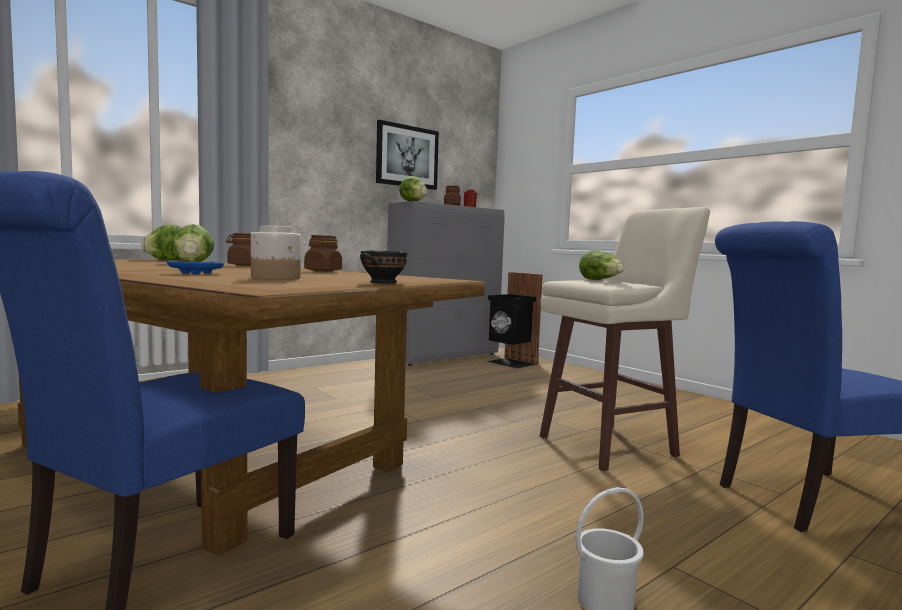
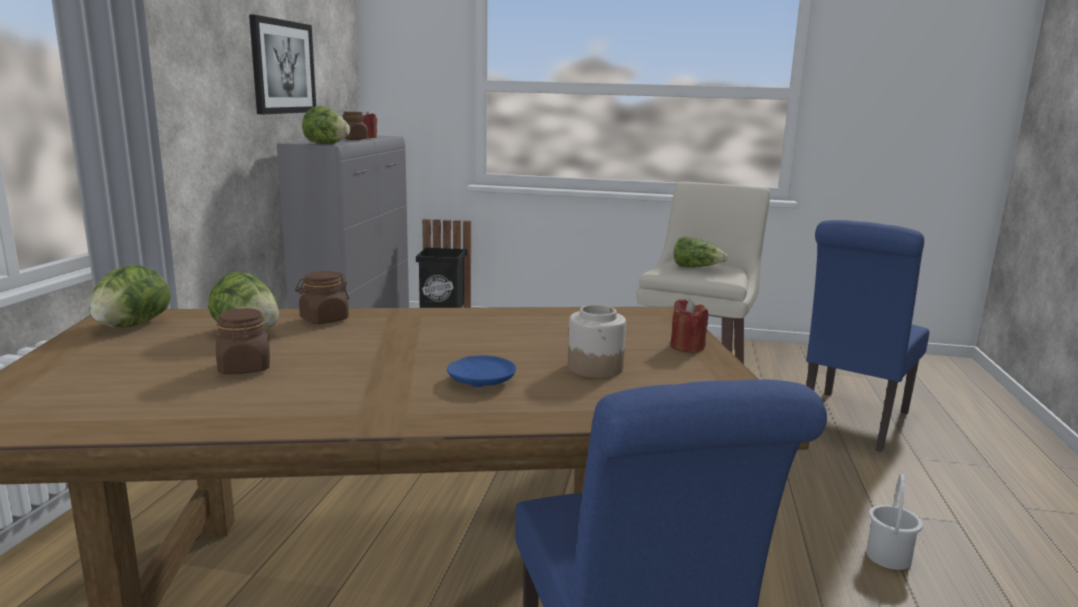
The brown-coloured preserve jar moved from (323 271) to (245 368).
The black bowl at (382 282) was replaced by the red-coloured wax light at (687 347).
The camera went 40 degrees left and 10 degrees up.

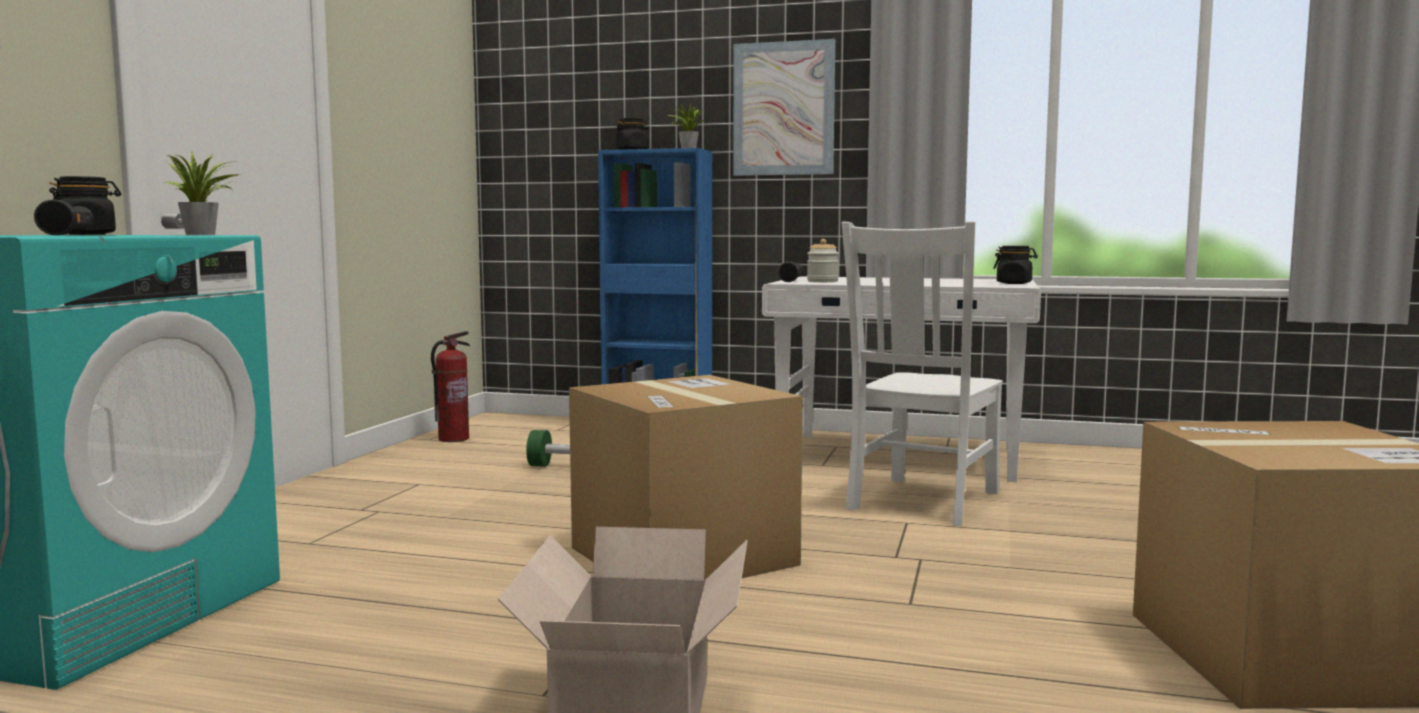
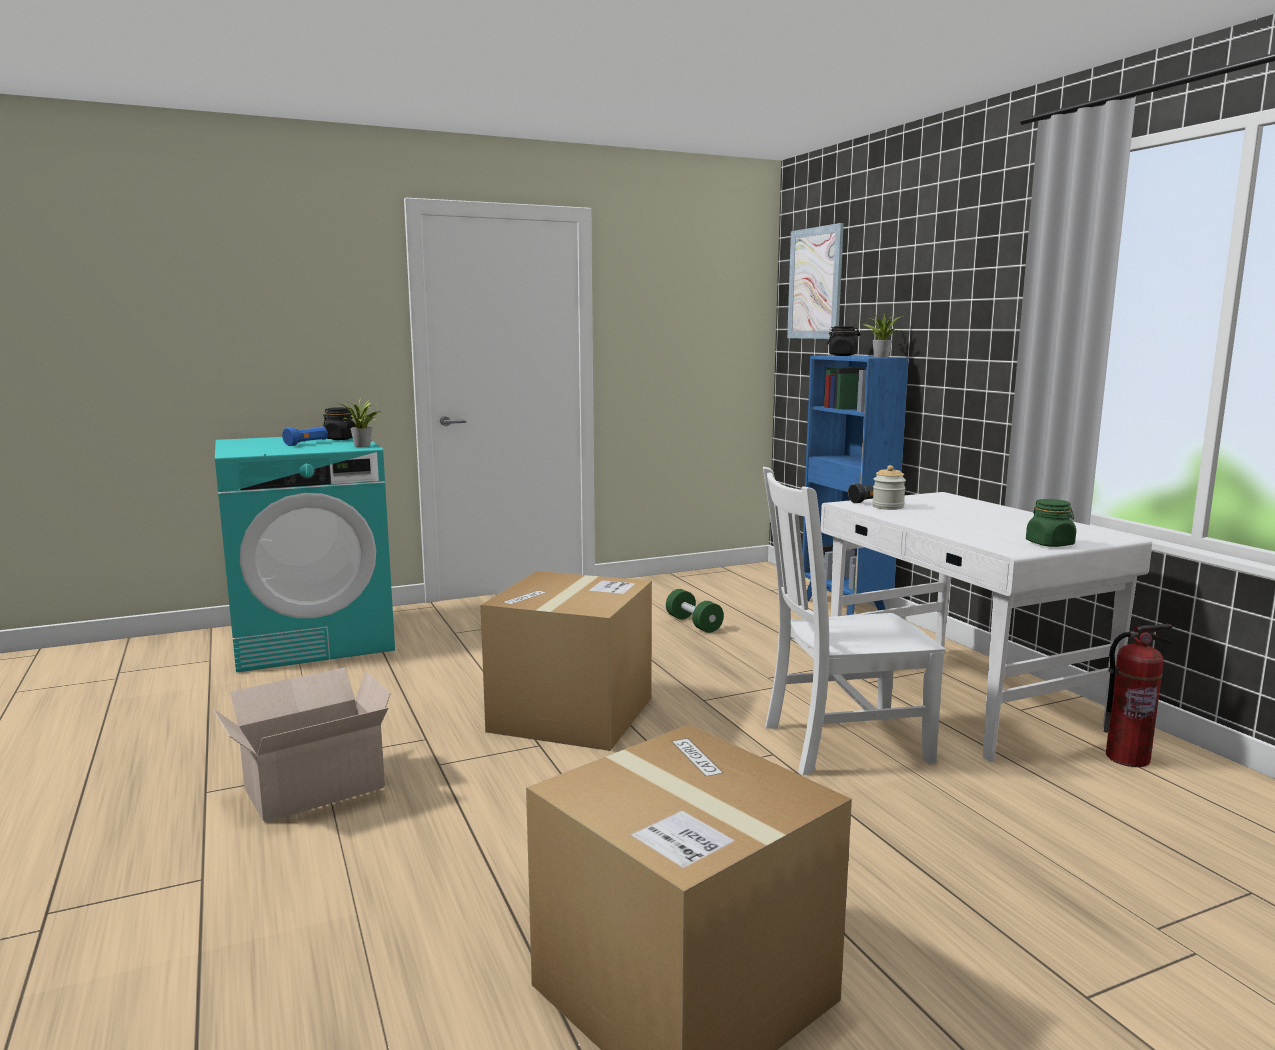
The black flashlight at (69 235) became the bluish flashlight at (307 443).
The wall picture moved from (783 109) to (815 283).
The black preserve jar at (1014 283) became the greenish preserve jar at (1050 544).
The fire-fighting cylinder moved from (453 439) to (1127 758).
The camera went 50 degrees right and 5 degrees up.

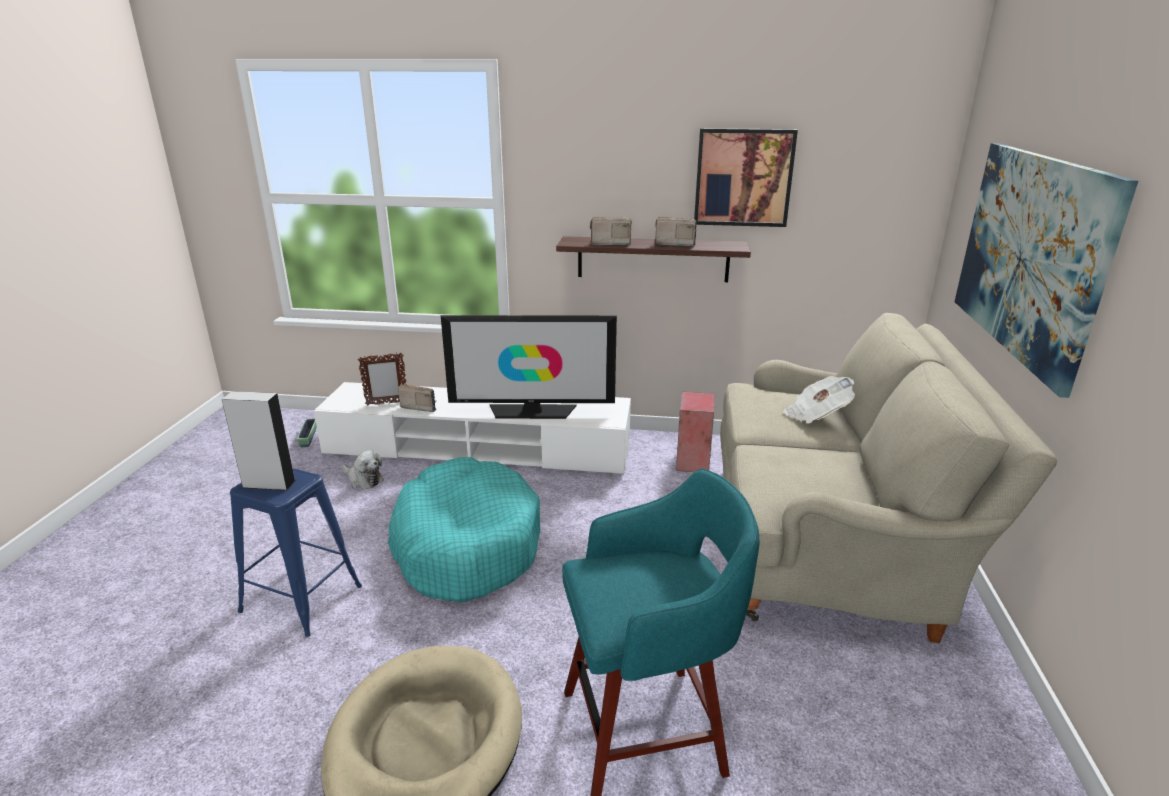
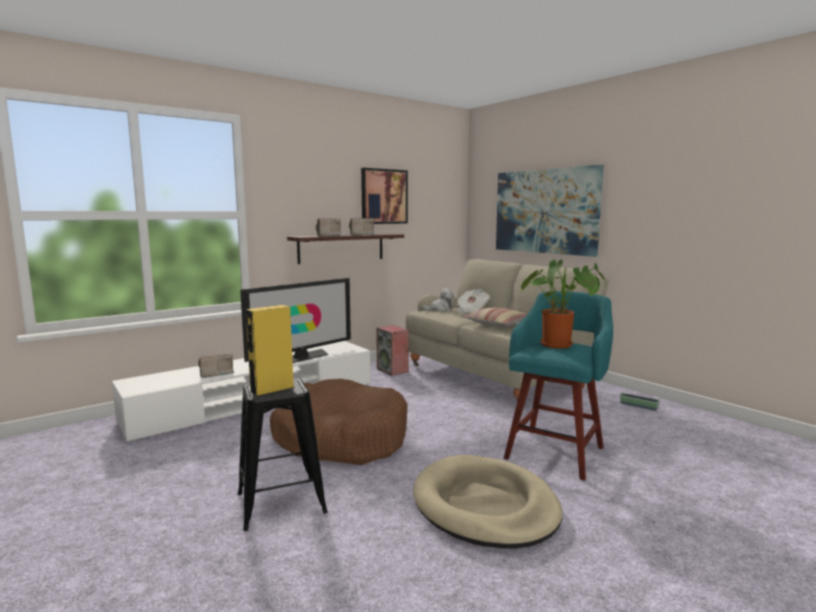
The bluish sitting stool at (301 599) became the black sitting stool at (281 503).
The gray loudspeaker at (269 484) became the yellow-coloured loudspeaker at (272 389).
The blue-green pet bed at (466 545) became the brown-coloured pet bed at (340 438).
The cuddly toy moved from (363 479) to (440 309).
The pillow at (497 324) appeared.
The plant in a pot at (560 345) appeared.
The flower pot moved from (308 437) to (638 406).
The photo frame at (386 403) disappeared.
The camera went 45 degrees left and 15 degrees down.

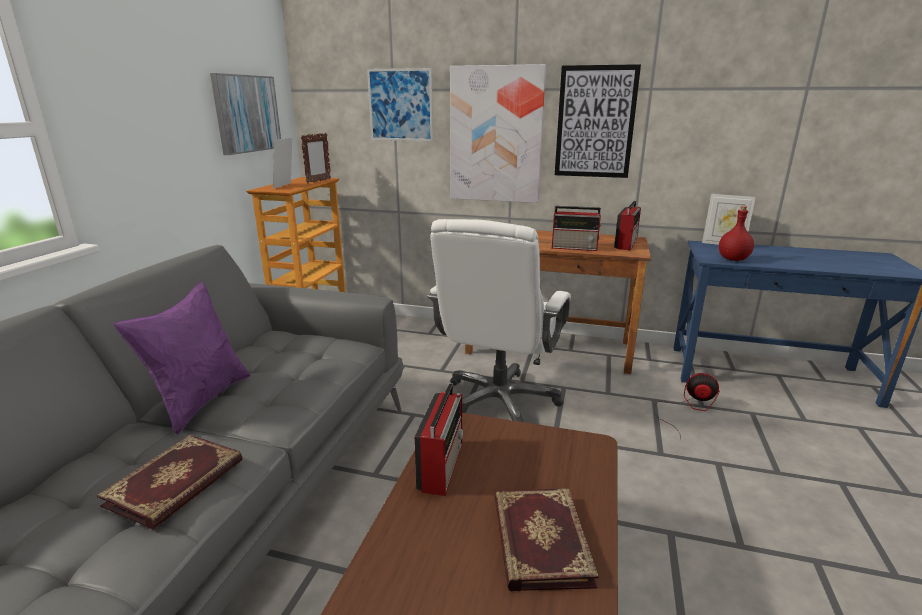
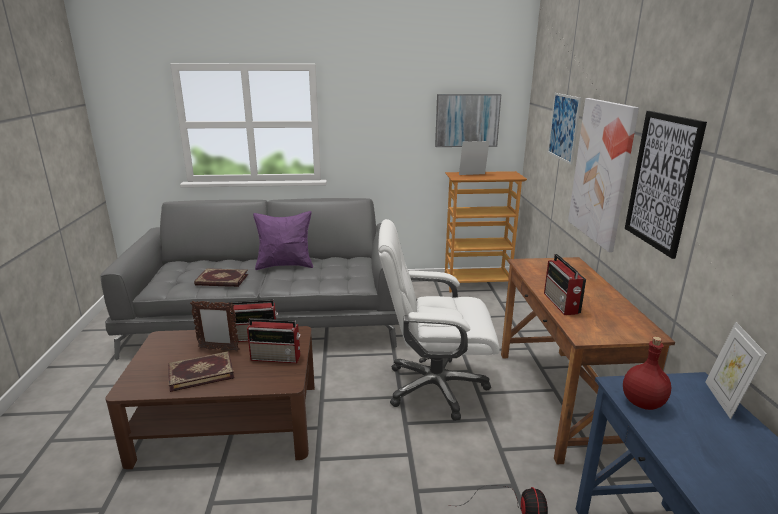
The photo frame moved from (318 181) to (218 349).
The radio set moved from (626 244) to (277 357).
The camera went 70 degrees right and 0 degrees up.

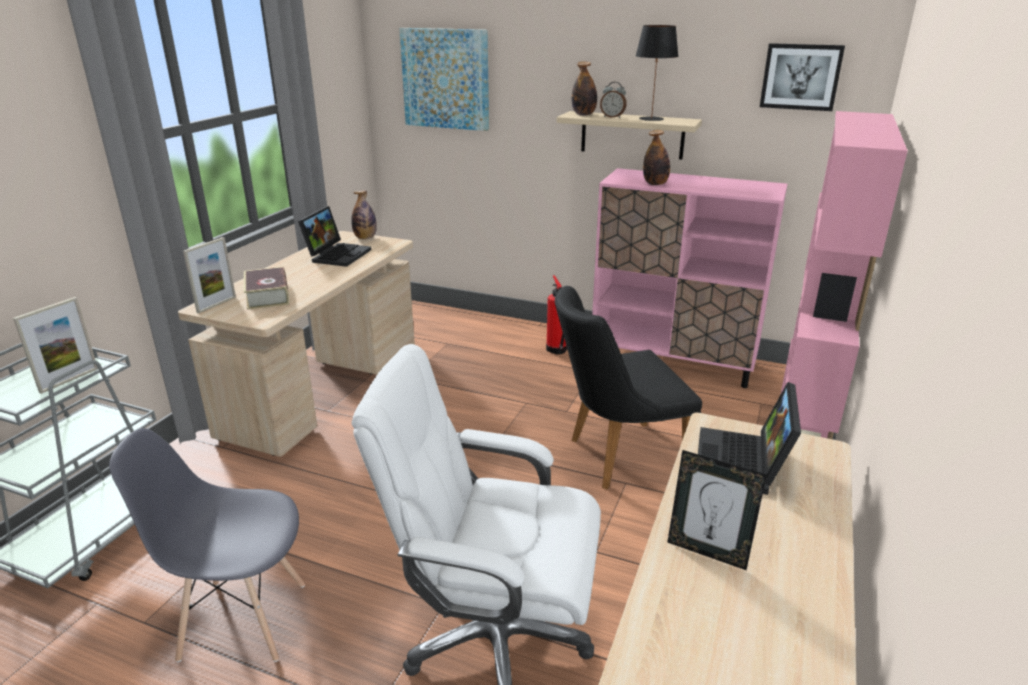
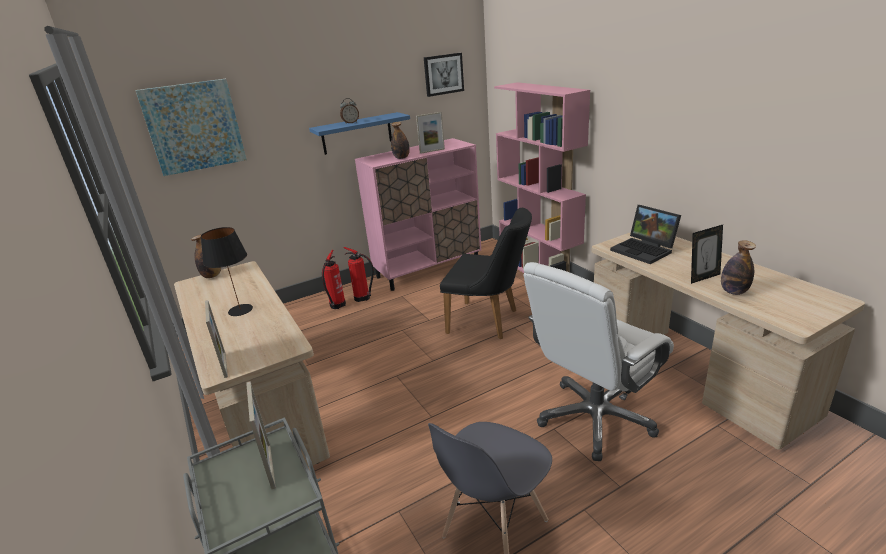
The black table lamp moved from (651 119) to (240 310).
The beige bracket shelf at (632 135) became the bluish bracket shelf at (357 133).
The fire-fighting cylinder at (336 306) appeared.
The photo frame at (432 151) appeared.
The black chair at (615 457) turned 90 degrees counterclockwise.
The beverage bottle moved from (583 114) to (733 291).
The bound book at (267 295) disappeared.
The laptop at (337 254) disappeared.
The camera went 50 degrees left and 0 degrees up.

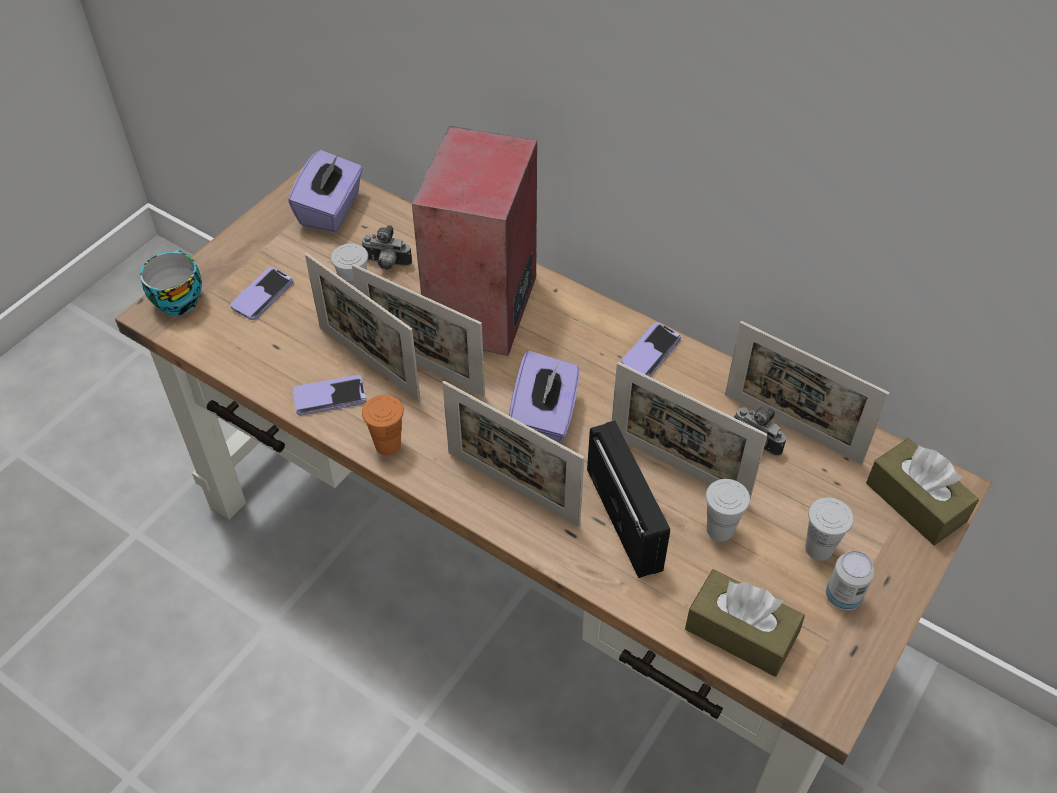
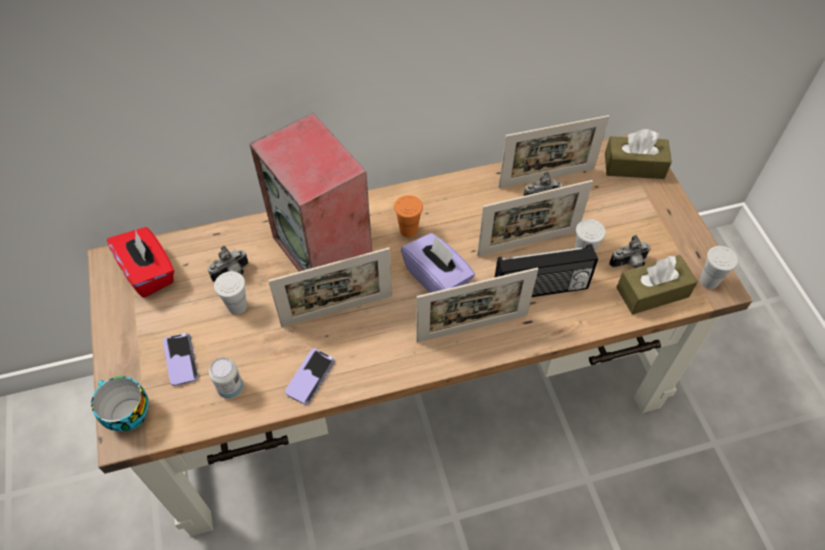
The purple tissue box at (331 210) became the red-coloured tissue box at (149 272).
The can moved from (843 596) to (230 388).
The orange-coloured small cup moved from (388 445) to (408 230).
The radio set at (626 519) turned 150 degrees clockwise.
The photo camera at (629 264) appeared.
The white-coloured small cup moved from (819 548) to (709 281).
The photo frame at (368 363) disappeared.
The phone at (651 352) disappeared.
The camera went 50 degrees left and 5 degrees up.

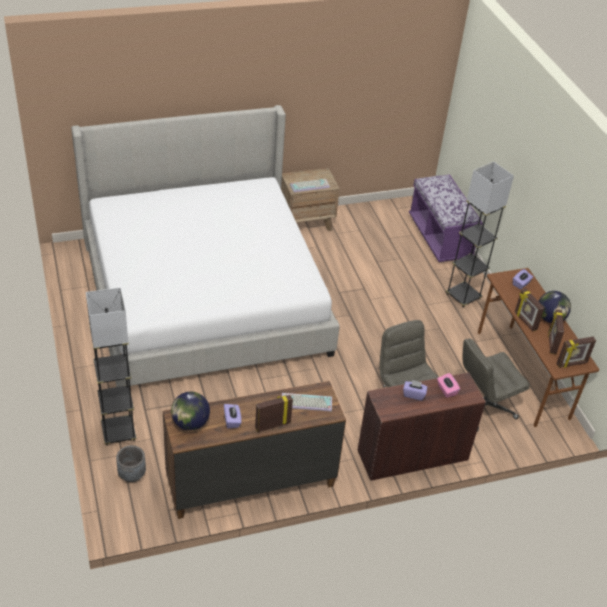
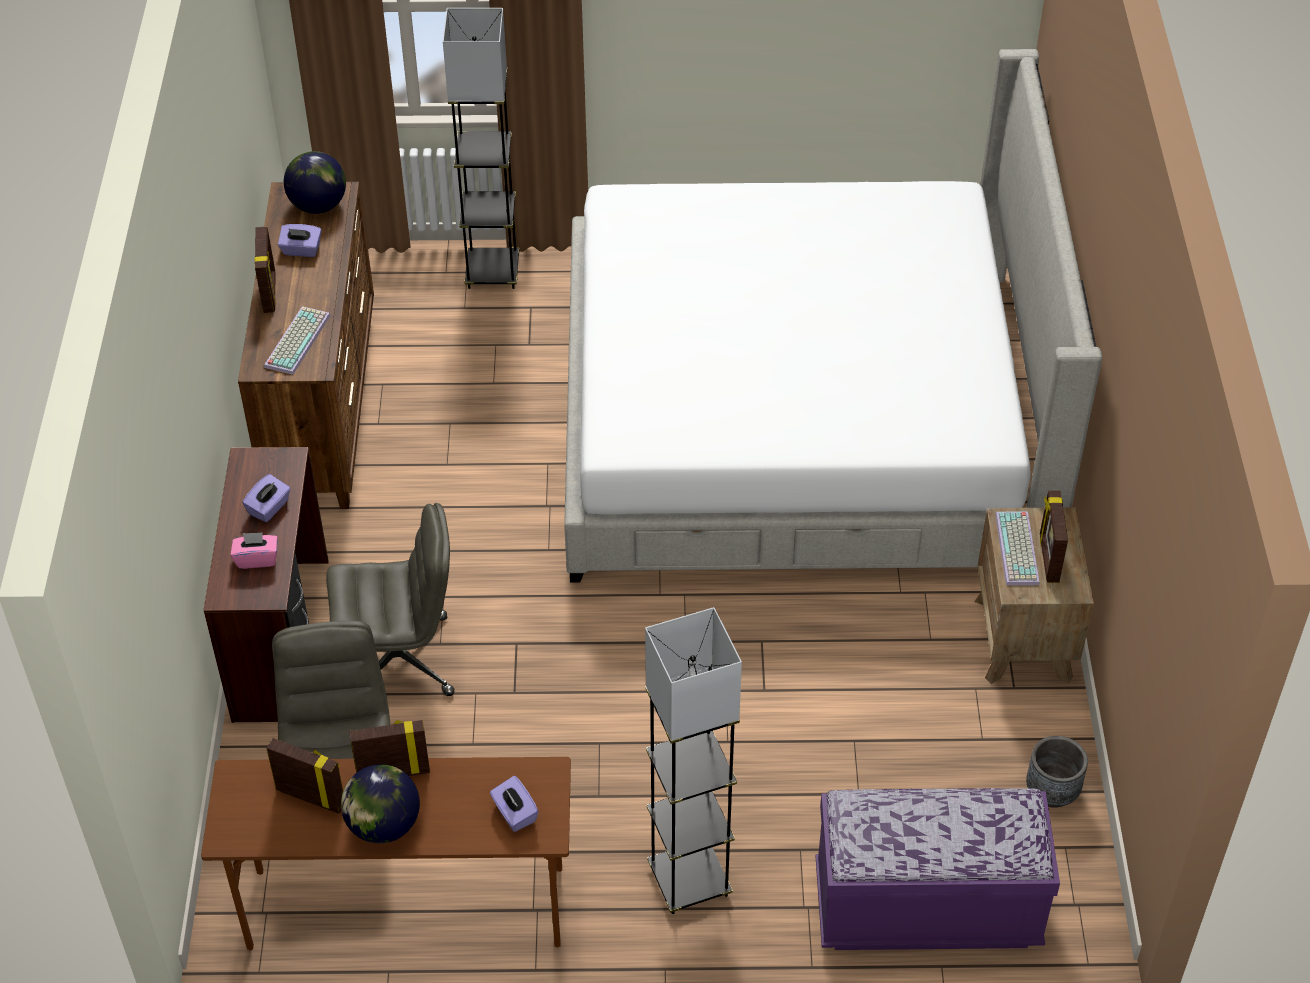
The gray flower pot moved from (132 474) to (1052 791).
The photo frame moved from (572 364) to (1048 558).
The camera went 110 degrees right and 5 degrees up.

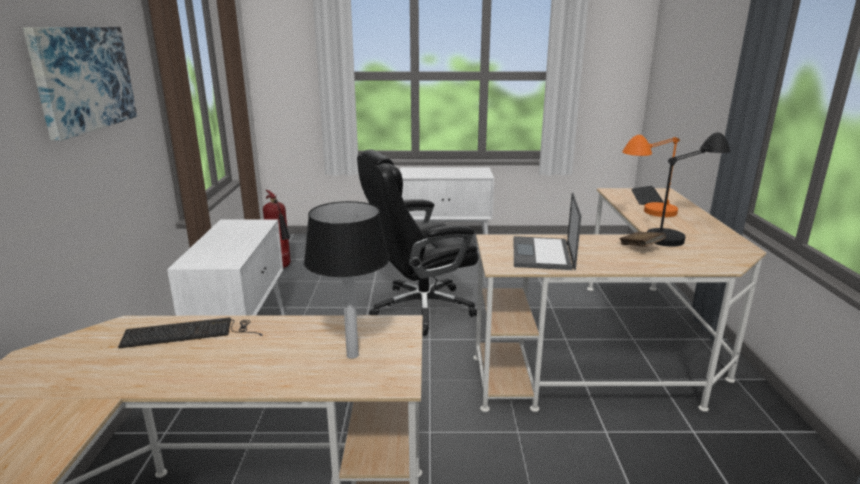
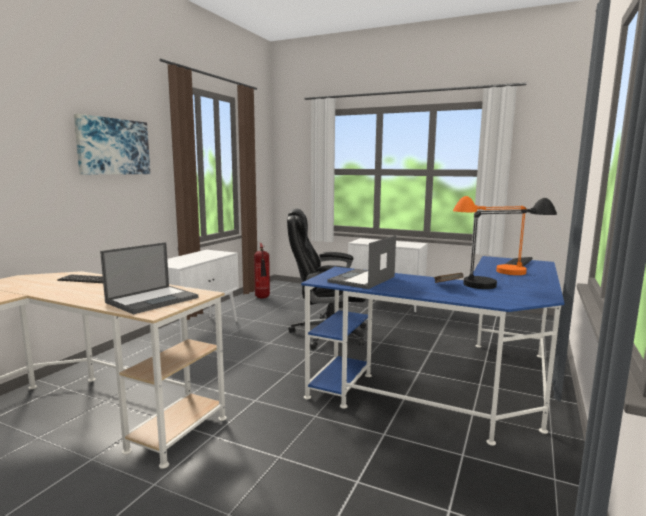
The table lamp at (352 355) was replaced by the laptop at (153 300).
The beige desk table at (618 352) became the bluish desk table at (455 389).
The camera went 25 degrees right and 10 degrees down.

